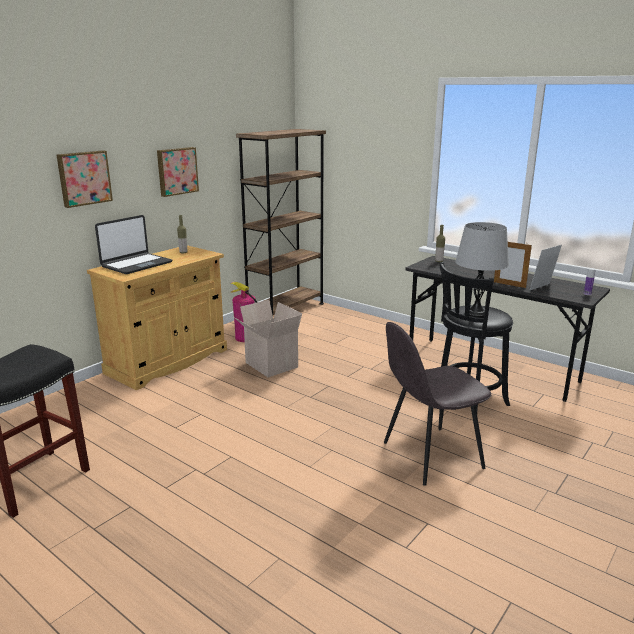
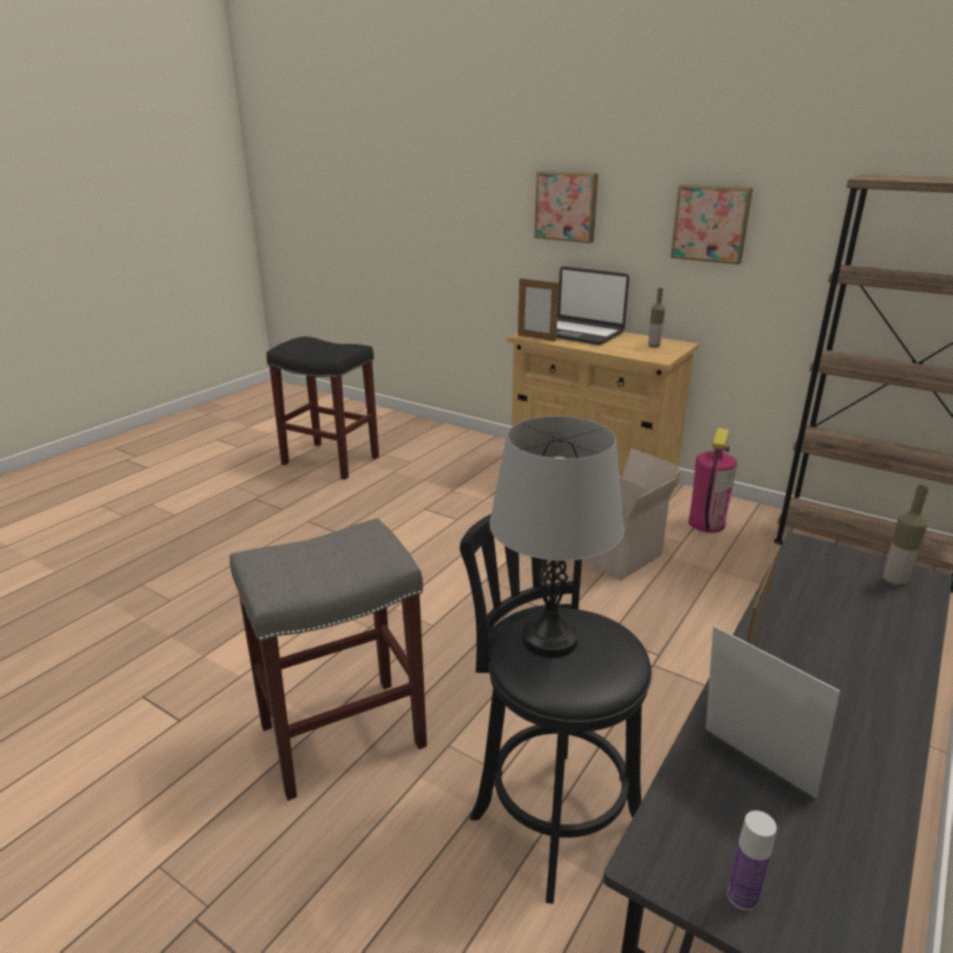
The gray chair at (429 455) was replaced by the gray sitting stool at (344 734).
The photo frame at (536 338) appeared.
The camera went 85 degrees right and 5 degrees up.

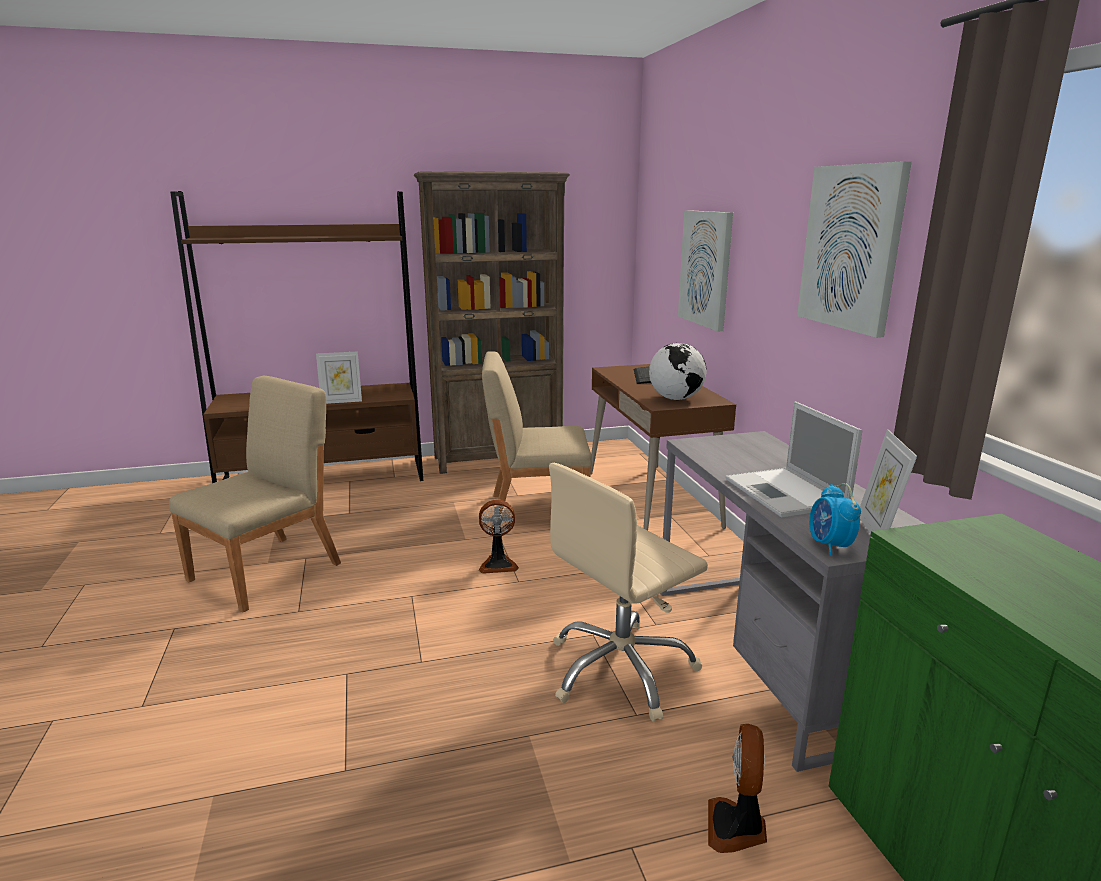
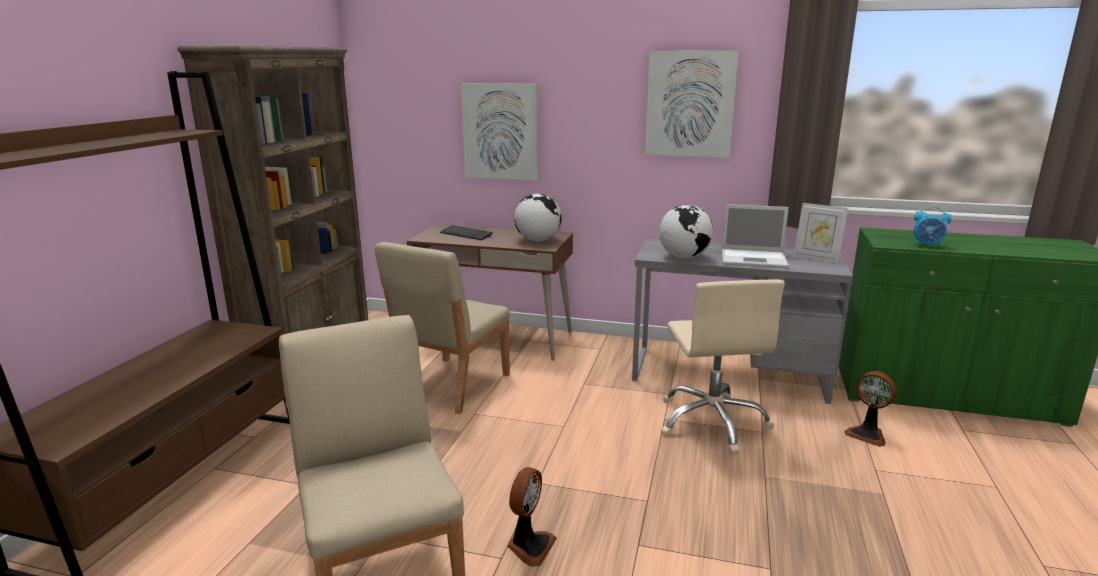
The cooling fan moved from (498 564) to (529 546).
The globe at (684 257) appeared.
The bedside clock moved from (829 546) to (927 245).
The photo frame at (341 401) disappeared.
The camera went 60 degrees left and 0 degrees up.

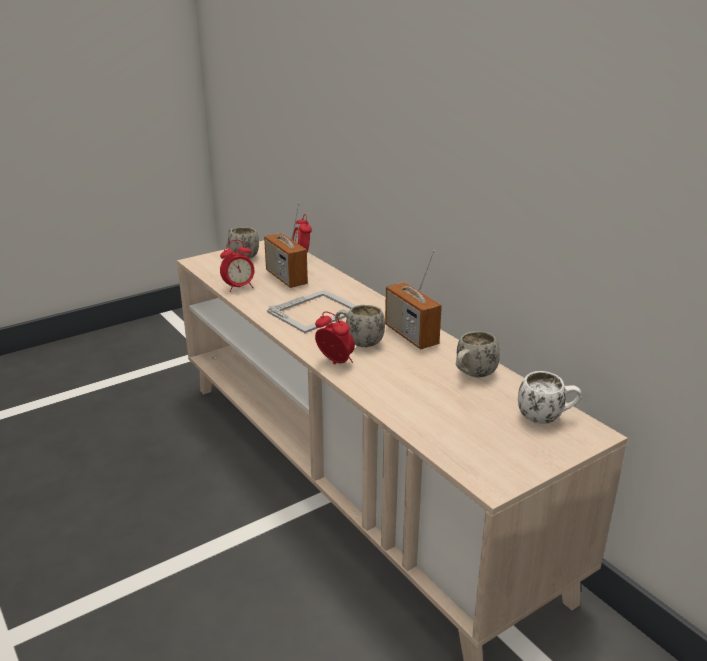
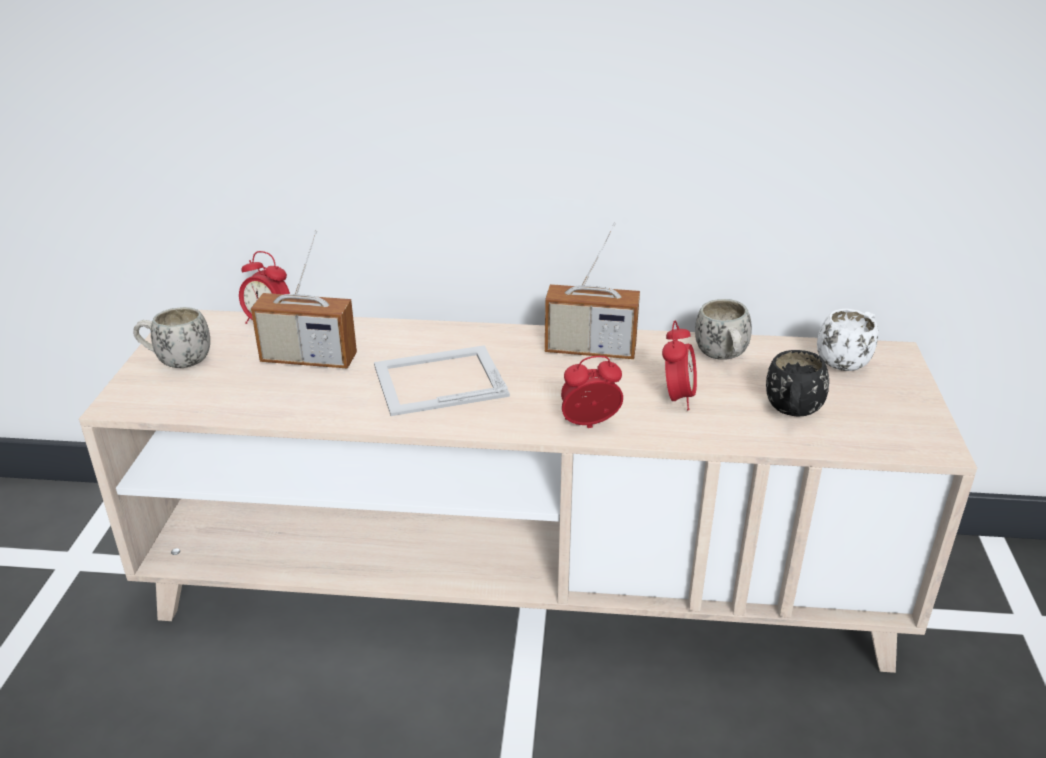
The photo frame at (316 311) turned 105 degrees counterclockwise.
The bedside clock moved from (239 287) to (677 398).
The black coffee mug at (792 414) appeared.
The white-coloured coffee mug at (358 342) disappeared.
The camera went 50 degrees left and 5 degrees up.

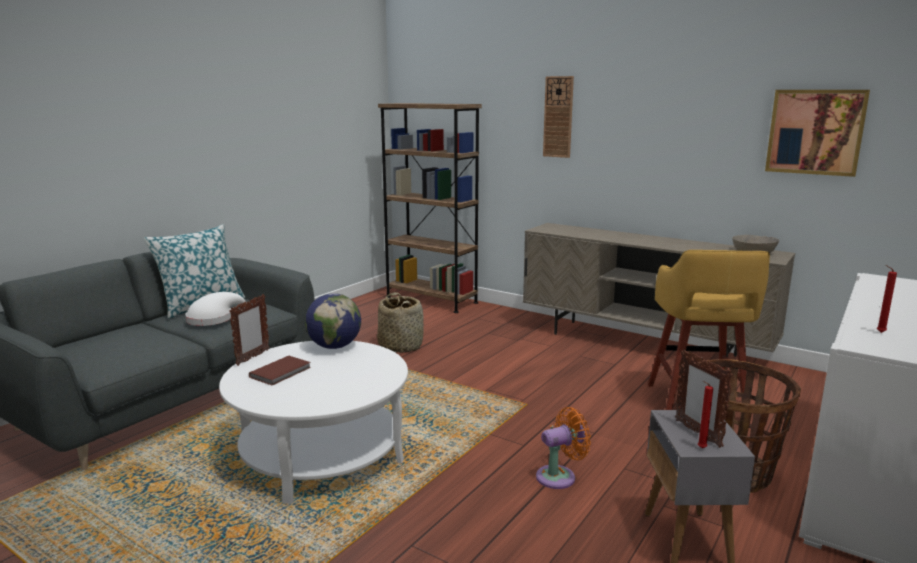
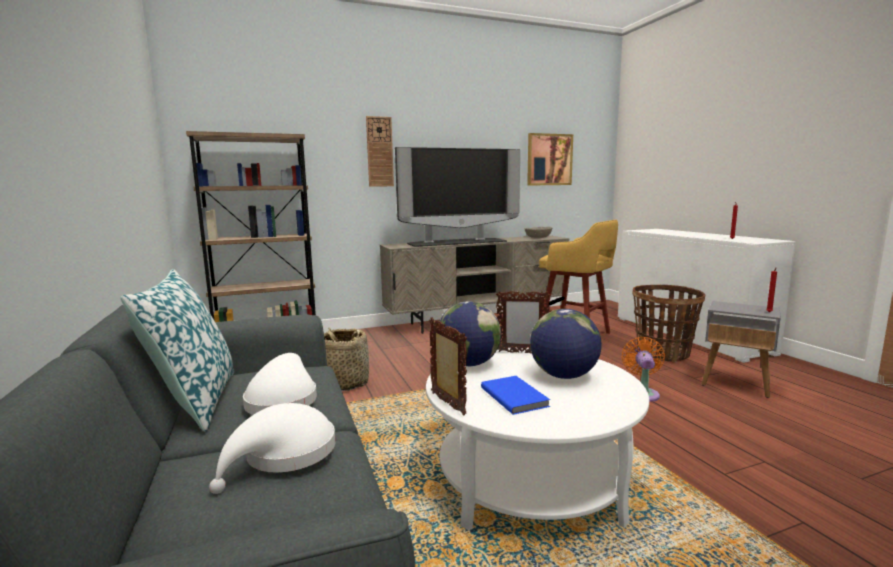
The white-coloured hat at (285 455) appeared.
The television at (456 242) appeared.
The brown-coloured bound book at (282 372) became the bluish bound book at (515 396).
The photo frame moved from (697 433) to (521 352).
The globe at (564 376) appeared.
The camera went 55 degrees left and 5 degrees down.

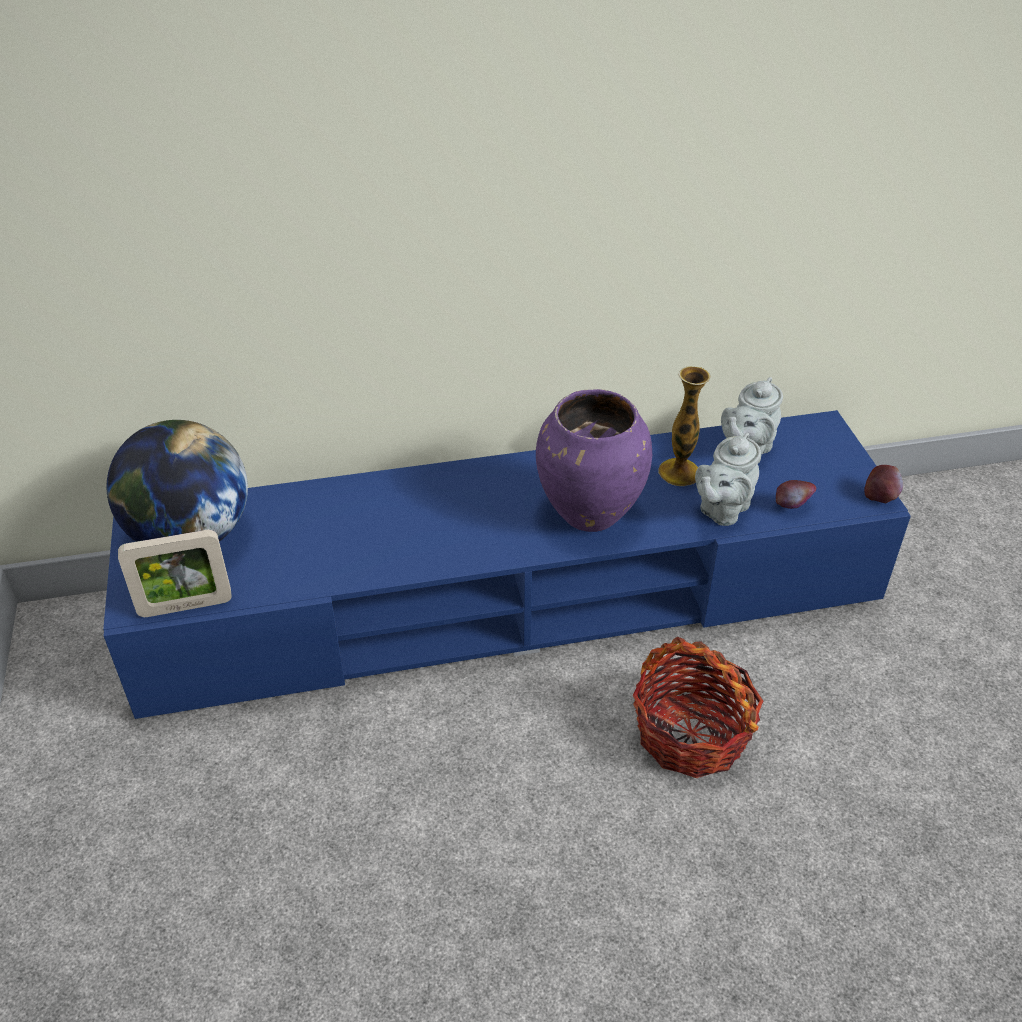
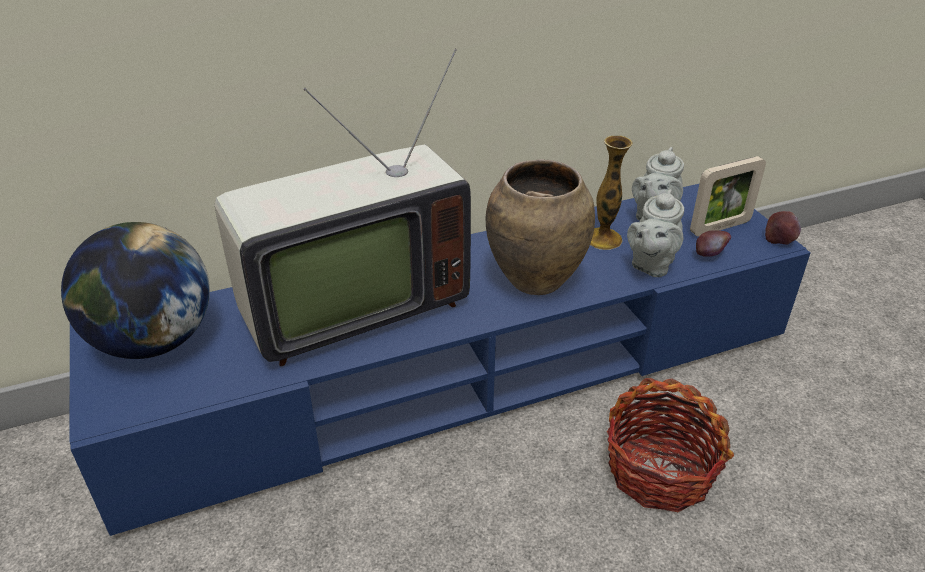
The television at (348 307) appeared.
The purple vase at (590 515) became the brown-coloured vase at (536 281).
The photo frame moved from (185 606) to (720 227).
The camera went 10 degrees left and 5 degrees down.

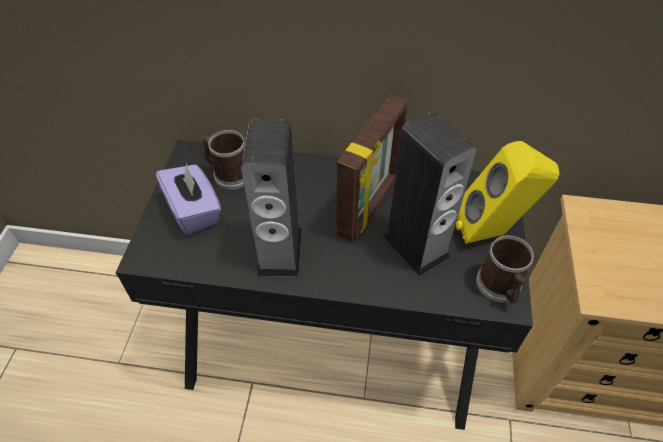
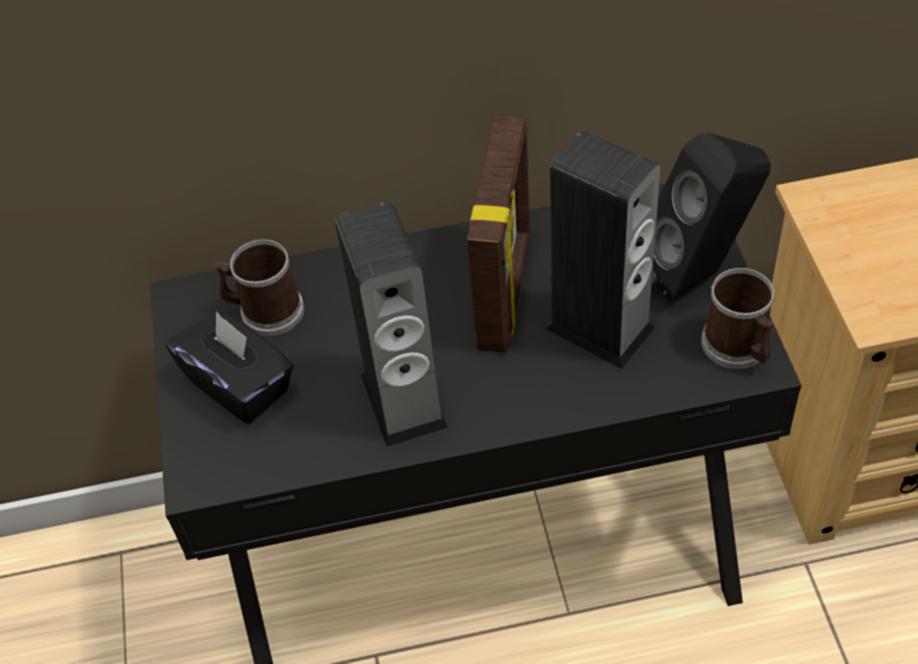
The purple tissue box at (194 211) became the black tissue box at (240 385).
The yellow-coloured loudspeaker at (492 232) became the black loudspeaker at (699 273).
The camera went 15 degrees left and 0 degrees up.

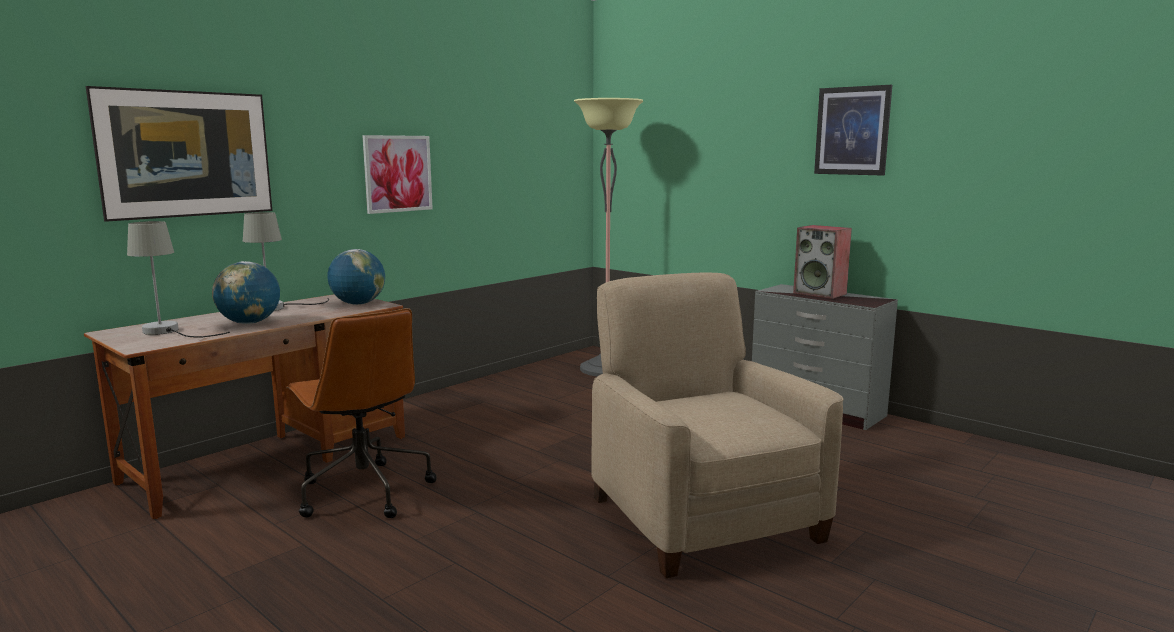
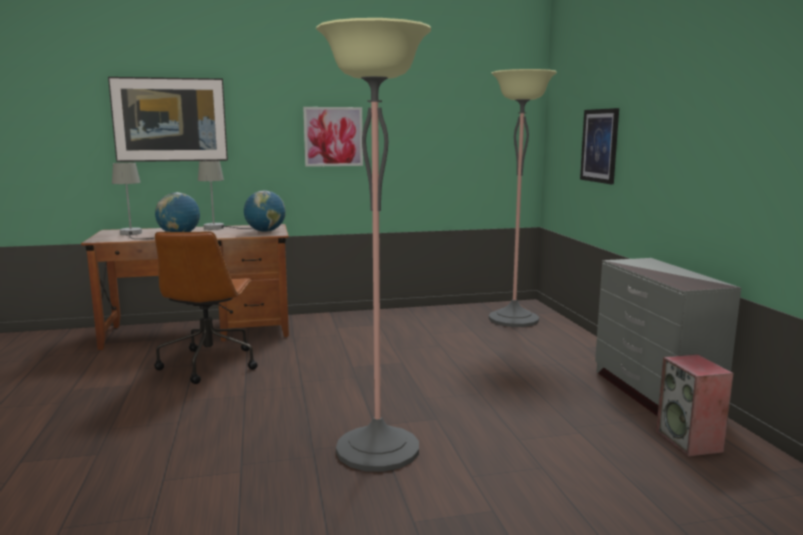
The beige lounge chair at (702 517) was replaced by the standard lamp at (377 449).
The wall picture moved from (852 131) to (600 145).
The loudspeaker moved from (820 293) to (690 442).
The camera went 35 degrees right and 0 degrees up.

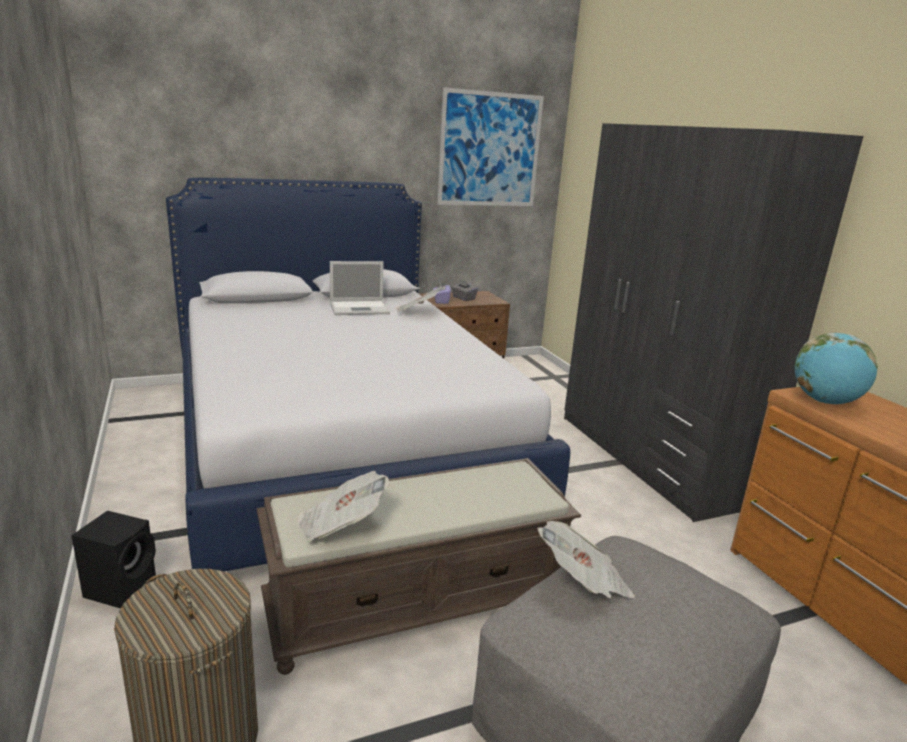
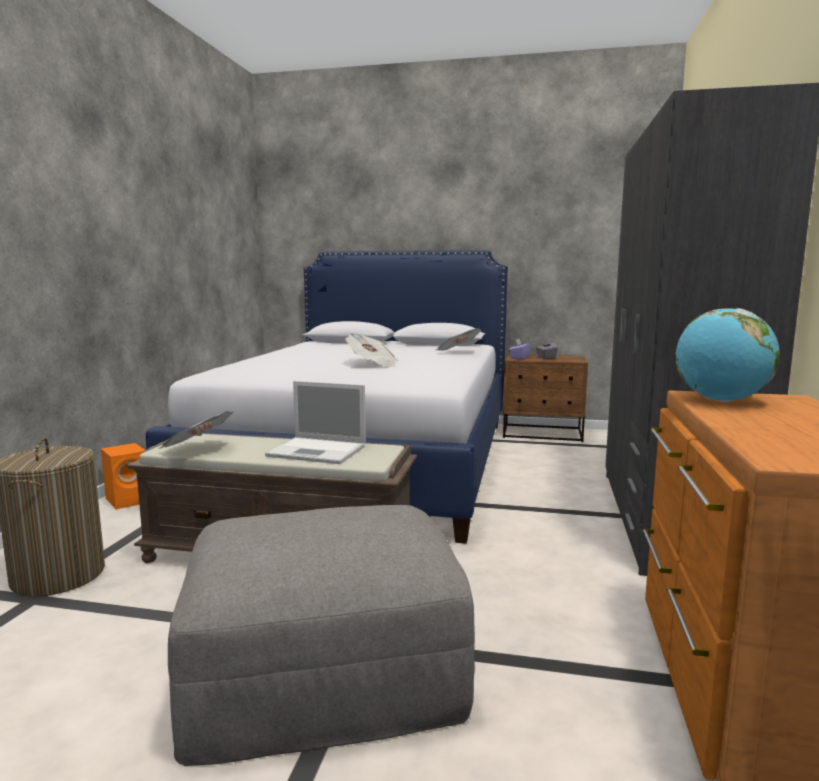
The black loudspeaker at (123 588) became the orange-coloured loudspeaker at (129 500).
The laptop moved from (360 308) to (319 451).
The printed paper moved from (583 582) to (372 364).
The wall picture at (490 150) disappeared.
The camera went 35 degrees right and 10 degrees down.

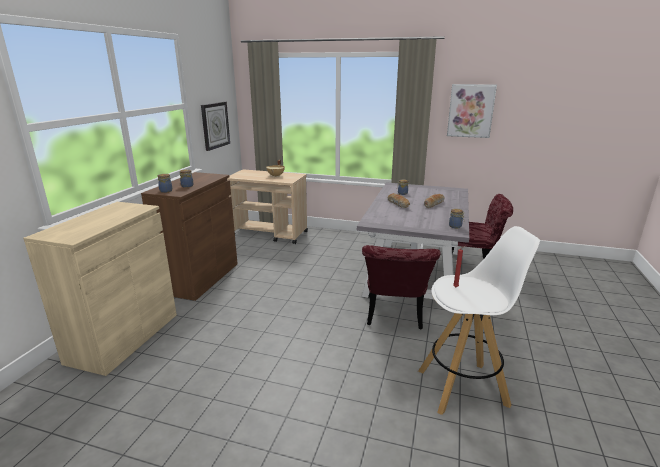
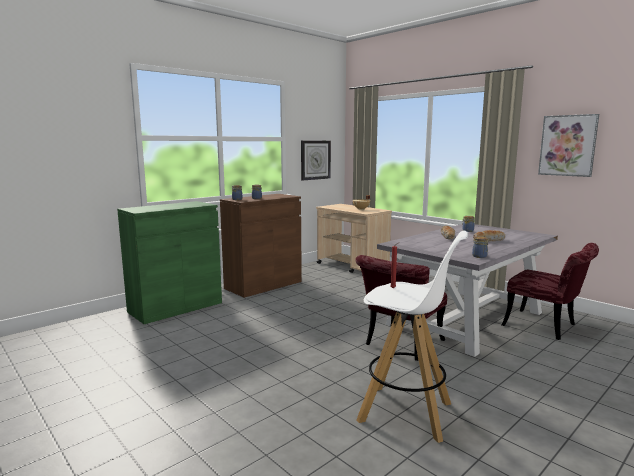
The beige cabinet at (124 337) became the greenish cabinet at (175 307).
The camera went 30 degrees right and 10 degrees down.

